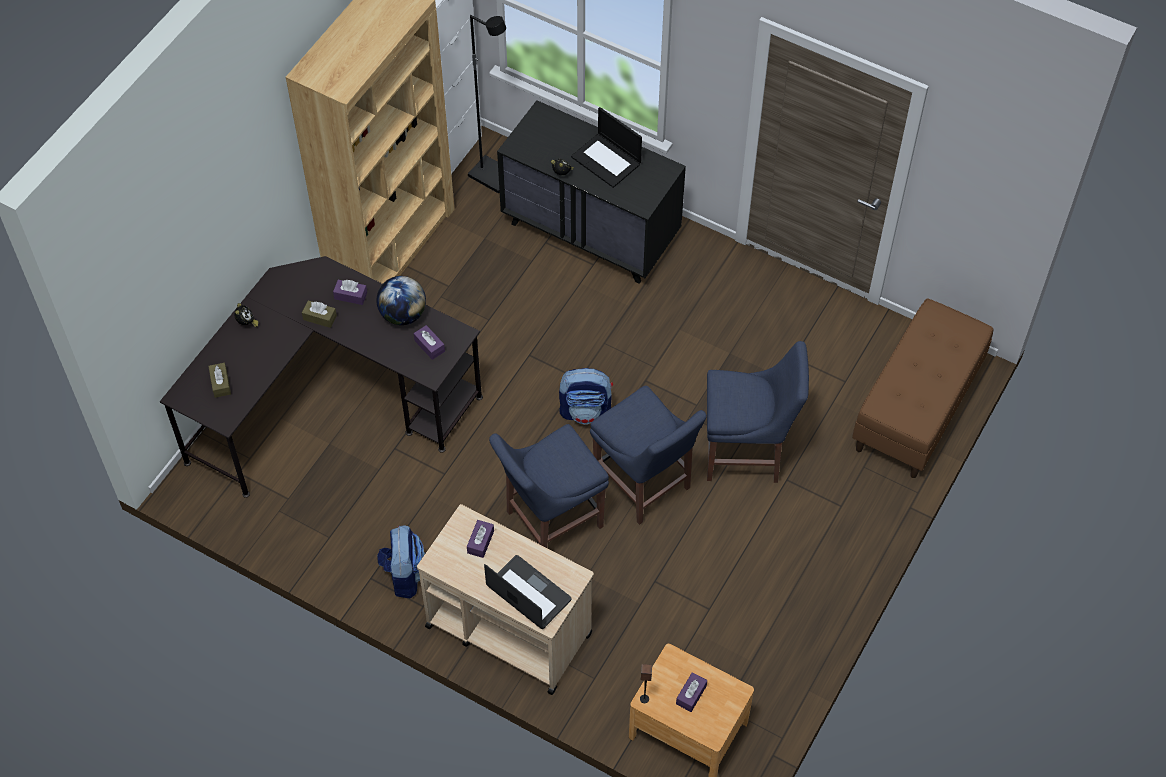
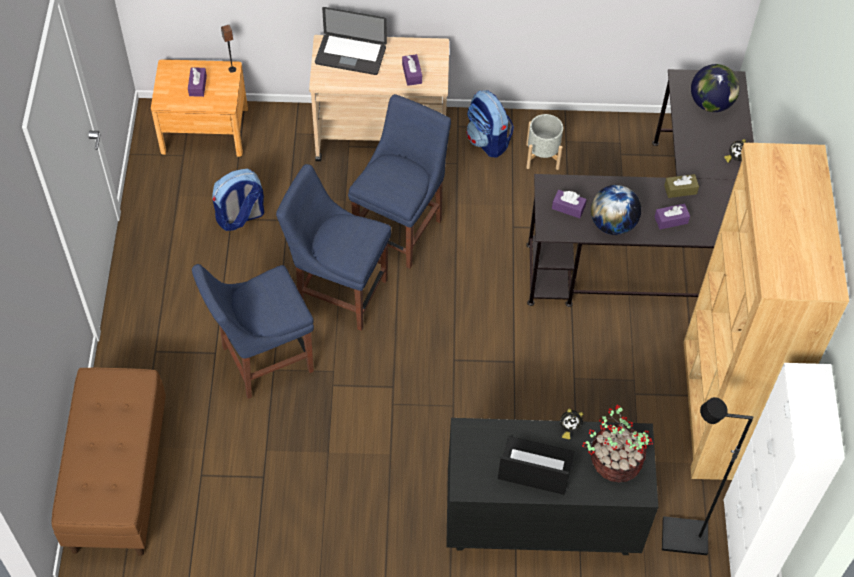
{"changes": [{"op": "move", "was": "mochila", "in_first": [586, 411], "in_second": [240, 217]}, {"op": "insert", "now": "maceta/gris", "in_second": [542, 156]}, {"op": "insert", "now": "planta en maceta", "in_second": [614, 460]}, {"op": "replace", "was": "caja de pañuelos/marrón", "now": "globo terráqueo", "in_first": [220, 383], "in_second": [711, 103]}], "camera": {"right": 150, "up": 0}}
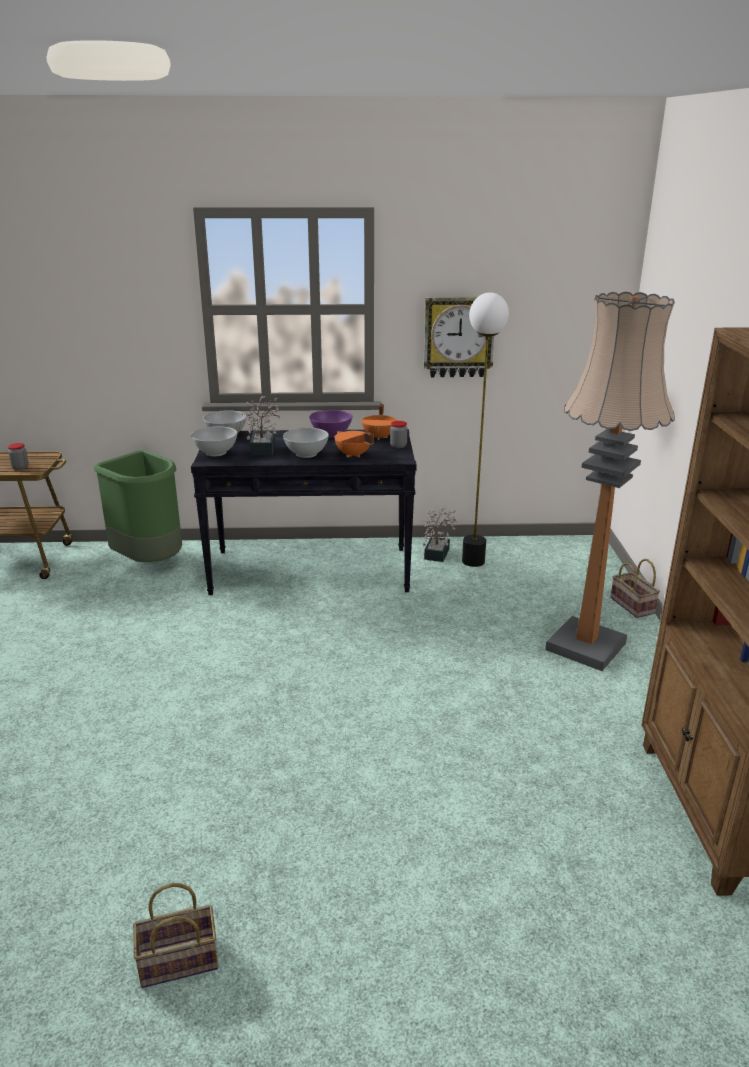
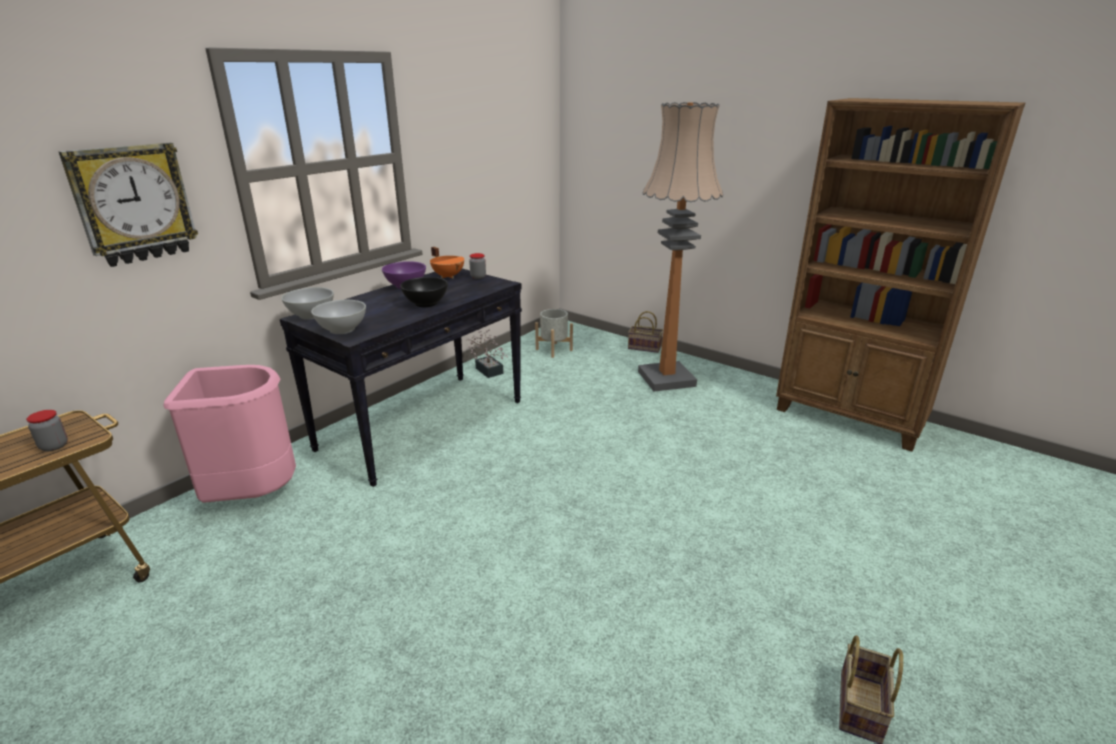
{"changes": [{"op": "move", "was": "reloj de pared", "in_first": [458, 337], "in_second": [133, 204]}, {"op": "recolor", "was": "papelera/verde", "now": "papelera/rosa", "in_first": [150, 561], "in_second": [252, 495]}, {"op": "recolor", "was": "cuenco/blanco", "now": "cuenco/negro", "in_first": [306, 454], "in_second": [426, 303]}, {"op": "insert", "now": "maceta/gris", "in_second": [553, 350]}, {"op": "delete", "was": "planta en maceta", "in_first": [264, 447]}, {"op": "delete", "was": "olla/naranja", "in_first": [353, 455]}, {"op": "delete", "was": "lámpara de pie", "in_first": [473, 561]}], "camera": {"right": -50, "up": 0}}
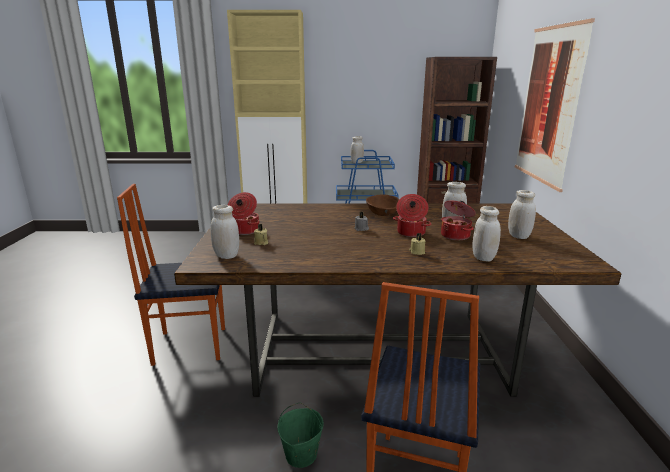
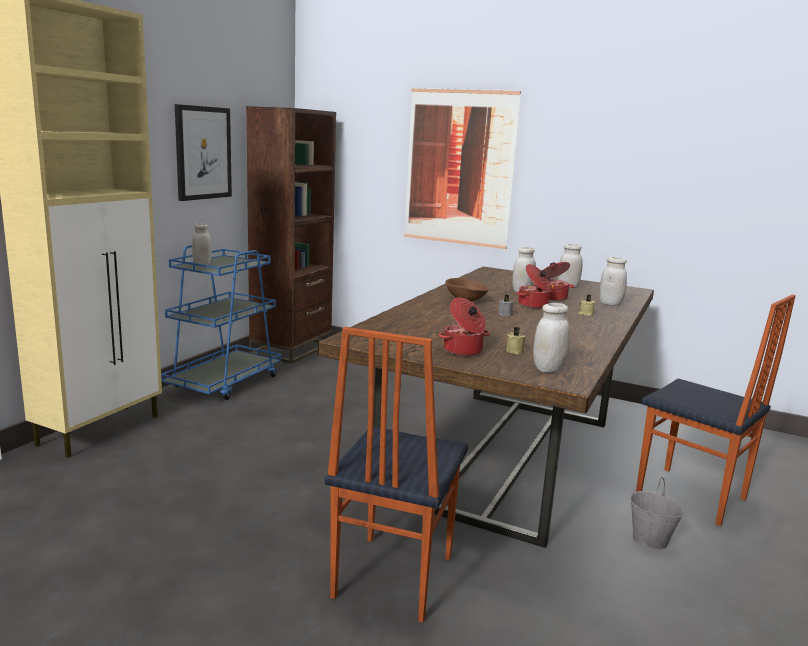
{"changes": [{"op": "insert", "now": "cuadro", "in_second": [203, 153]}, {"op": "recolor", "was": "cubo/verde", "now": "cubo/gris", "in_first": [301, 455], "in_second": [650, 540]}], "camera": {"right": -65, "up": -5}}
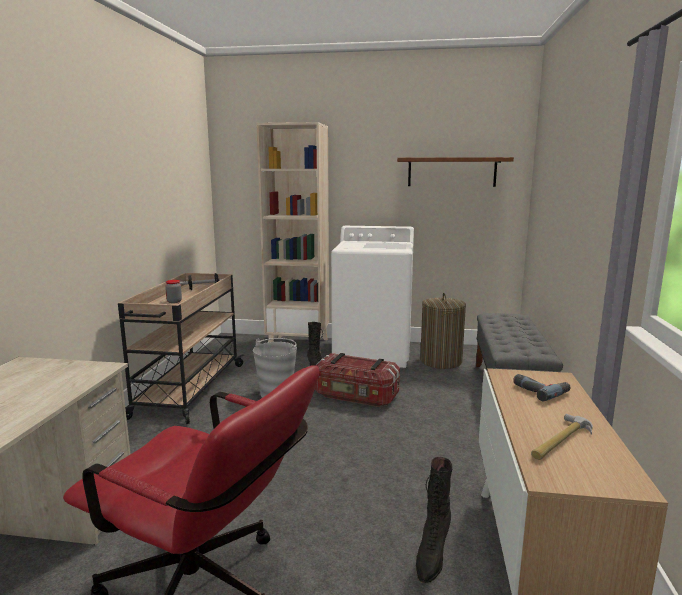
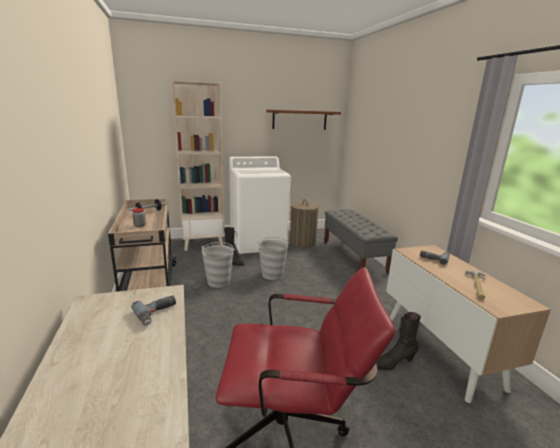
{"changes": [{"op": "insert", "now": "taladro", "in_second": [157, 313]}, {"op": "replace", "was": "caja de almacenaje", "now": "cubo/gris", "in_first": [356, 396], "in_second": [272, 274]}, {"op": "rotate", "was": "bota/negro", "in_first": [432, 555], "in_second": [393, 363], "clockwise": 75}], "camera": {"right": -25, "up": 5}}
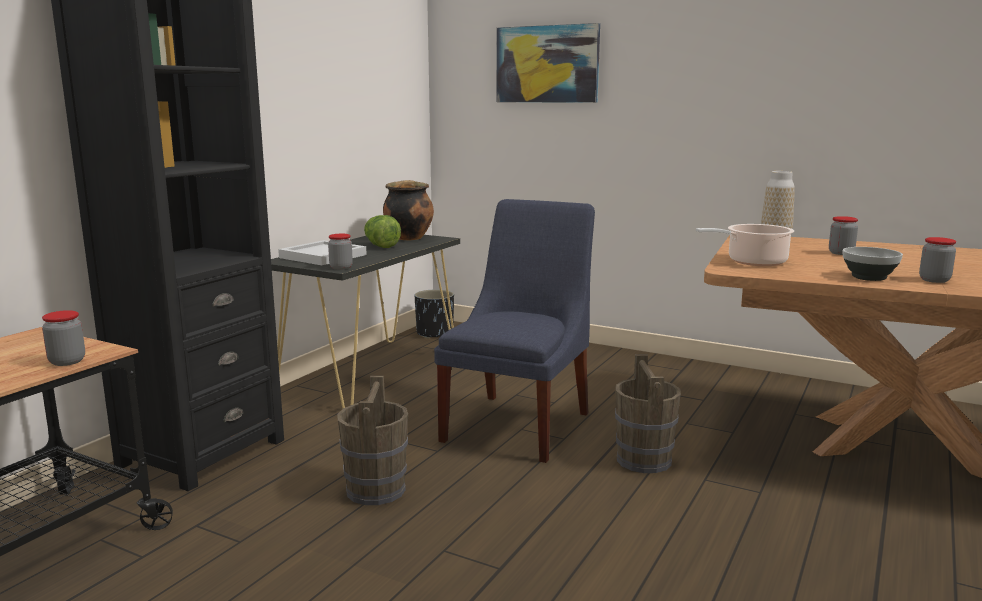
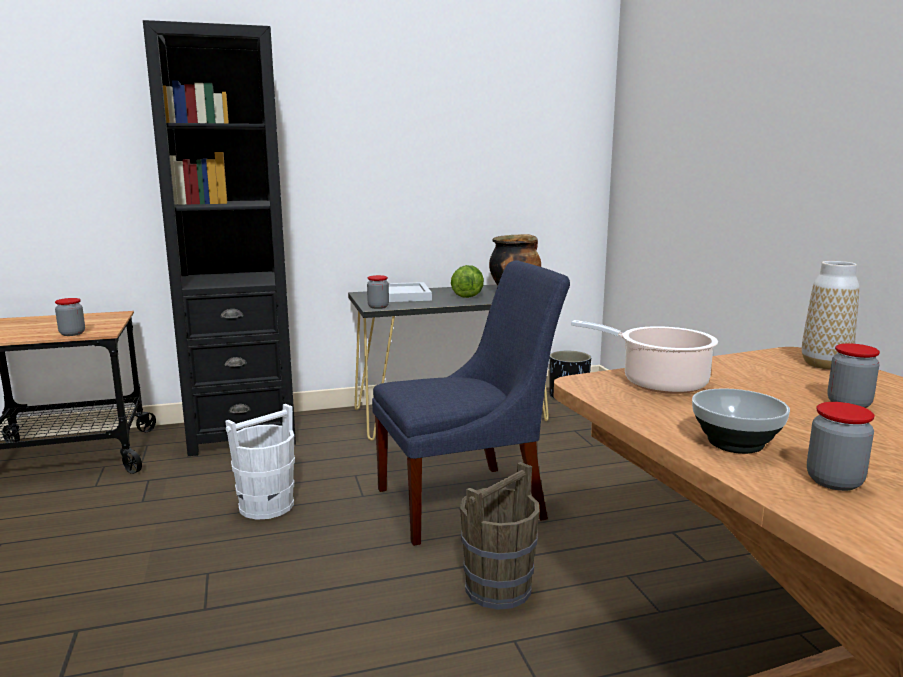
{"changes": [{"op": "recolor", "was": "cubo/marrón", "now": "cubo/blanco", "in_first": [375, 490], "in_second": [265, 506]}, {"op": "delete", "was": "cuadro", "in_first": [547, 64]}], "camera": {"right": 45, "up": 0}}
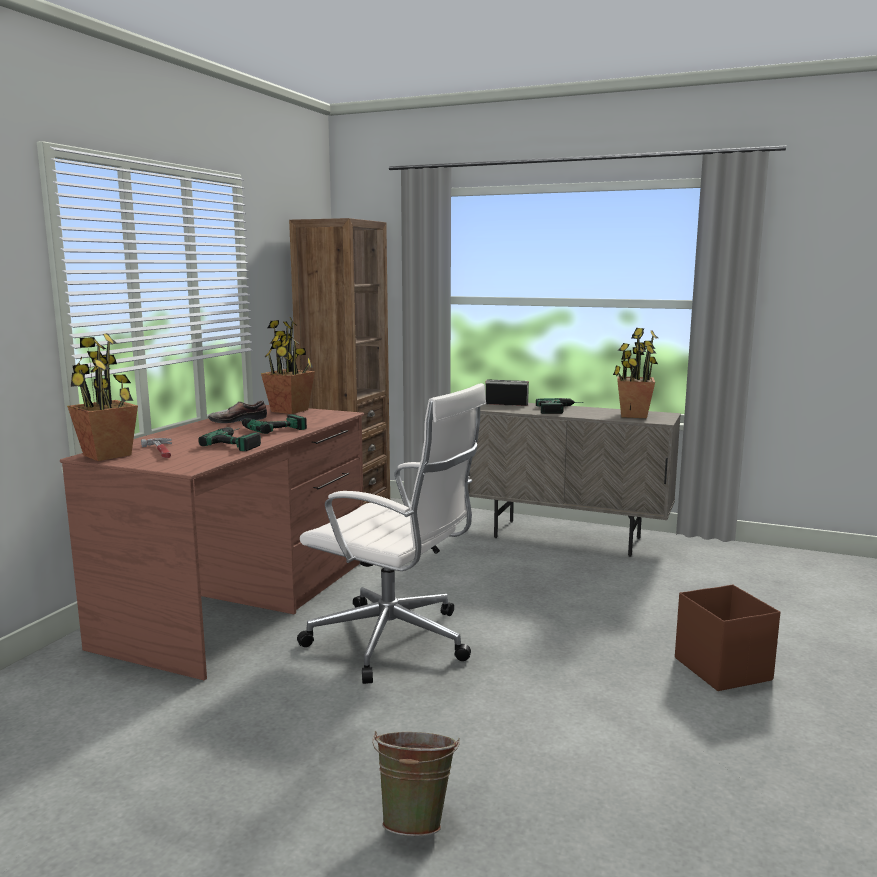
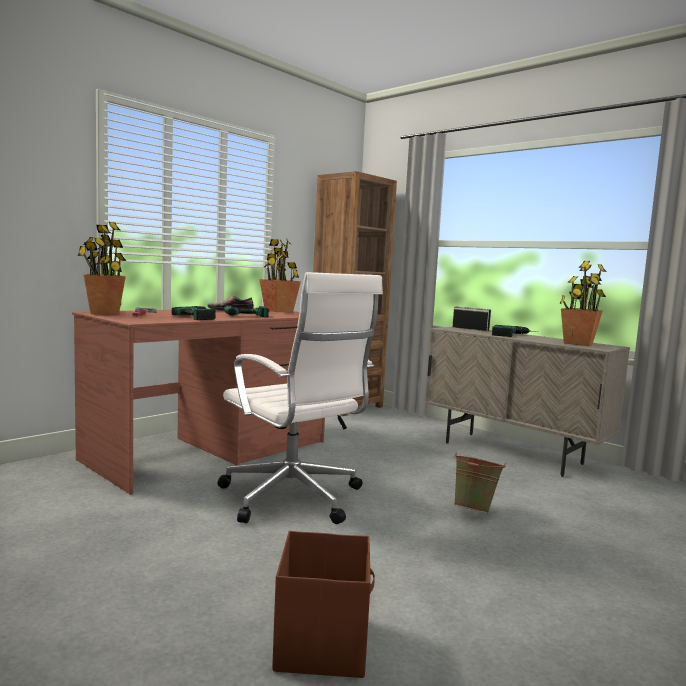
{"changes": [{"op": "move", "was": "caja de almacenaje/marrón", "in_first": [722, 668], "in_second": [322, 643]}, {"op": "move", "was": "cubo/verde", "in_first": [416, 820], "in_second": [474, 510]}], "camera": {"right": 20, "up": -5}}
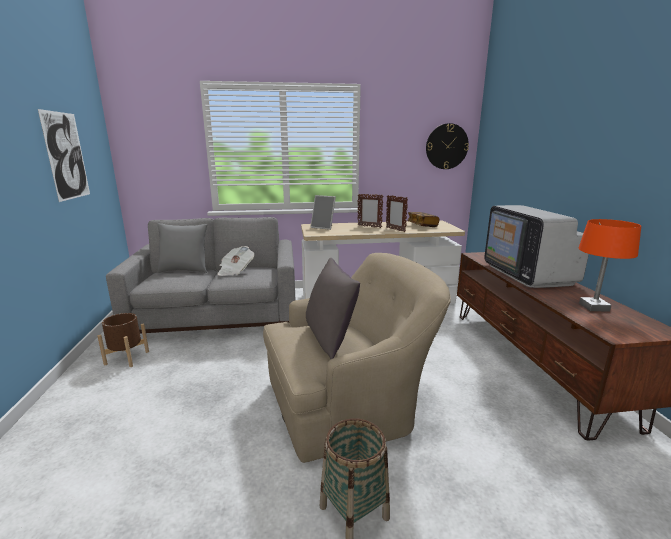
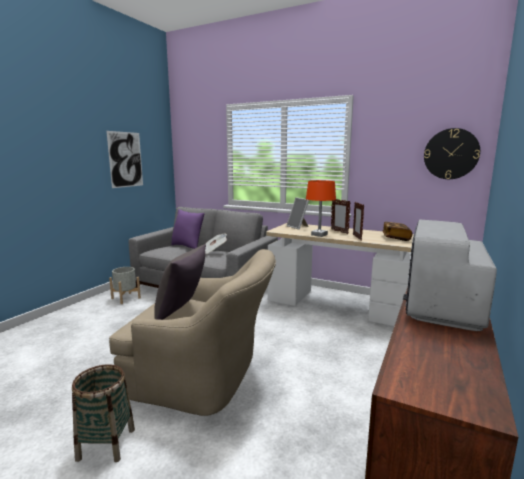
{"changes": [{"op": "recolor", "was": "maceta/marrón", "now": "maceta/gris", "in_first": [127, 358], "in_second": [125, 298]}, {"op": "recolor", "was": "cojín/gris", "now": "cojín/morado", "in_first": [185, 270], "in_second": [188, 246]}, {"op": "move", "was": "lámpara de mesa/naranja", "in_first": [593, 307], "in_second": [319, 235]}], "camera": {"right": 35, "up": -5}}
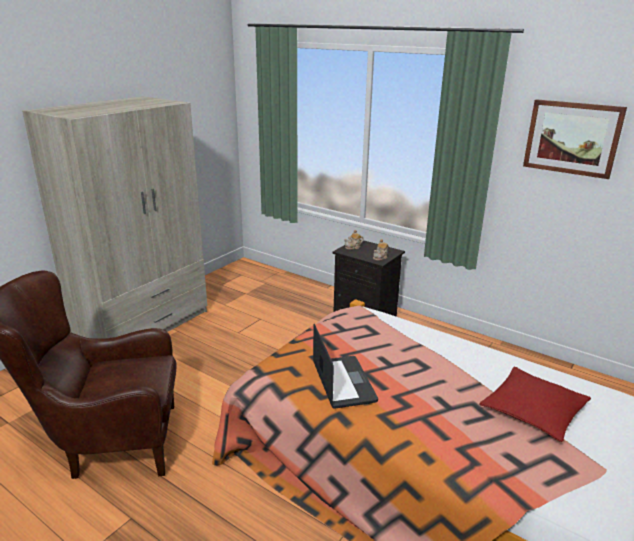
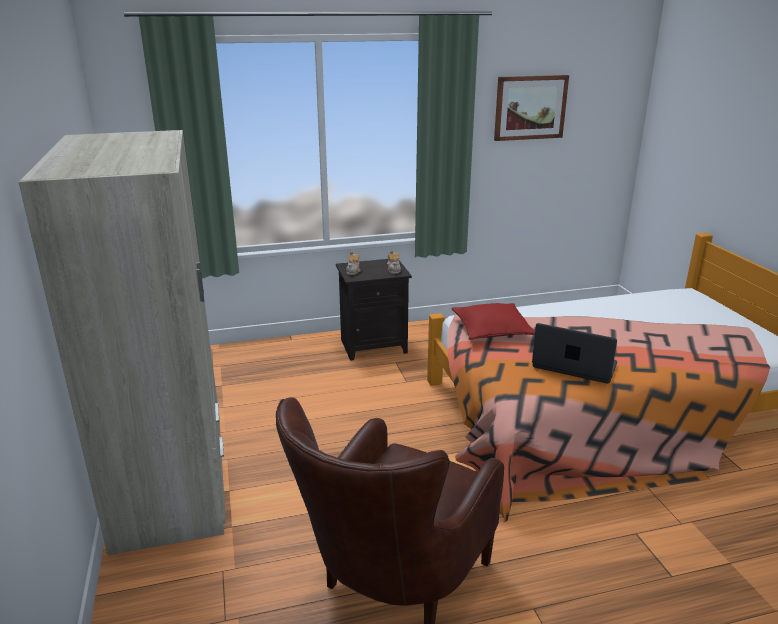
{"changes": [{"op": "move", "was": "cojín/rojo", "in_first": [533, 411], "in_second": [492, 330]}], "camera": {"right": -50, "up": 0}}
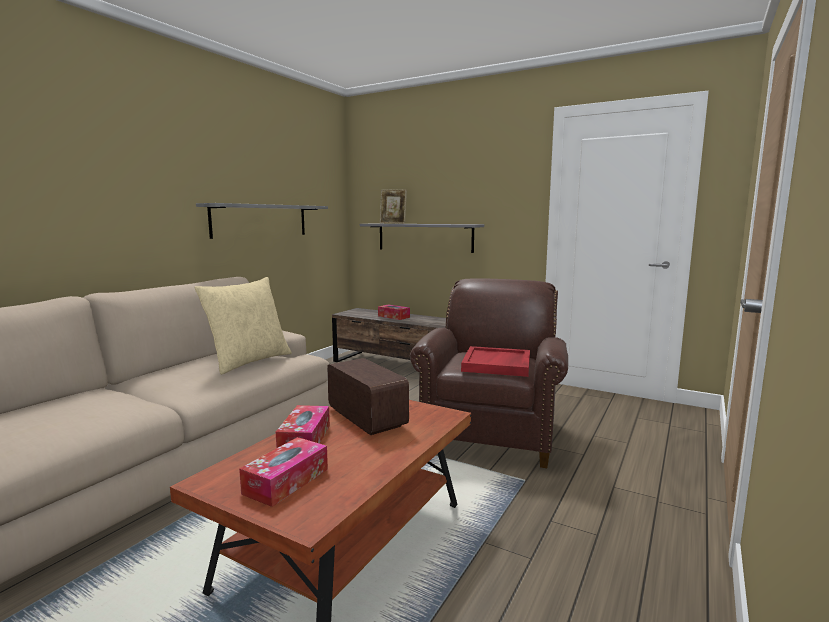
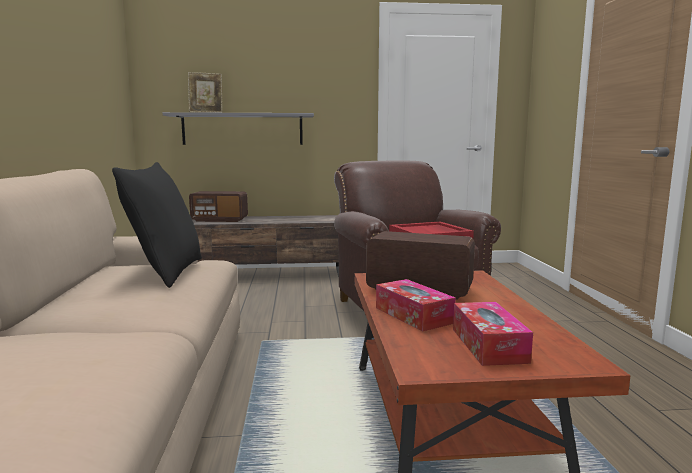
{"changes": [{"op": "recolor", "was": "cojín/beis", "now": "cojín/negro", "in_first": [248, 361], "in_second": [166, 272]}, {"op": "replace", "was": "caja de pañuelos", "now": "radio", "in_first": [394, 316], "in_second": [219, 220]}, {"op": "delete", "was": "estante/gris", "in_first": [260, 220]}], "camera": {"right": -35, "up": 0}}
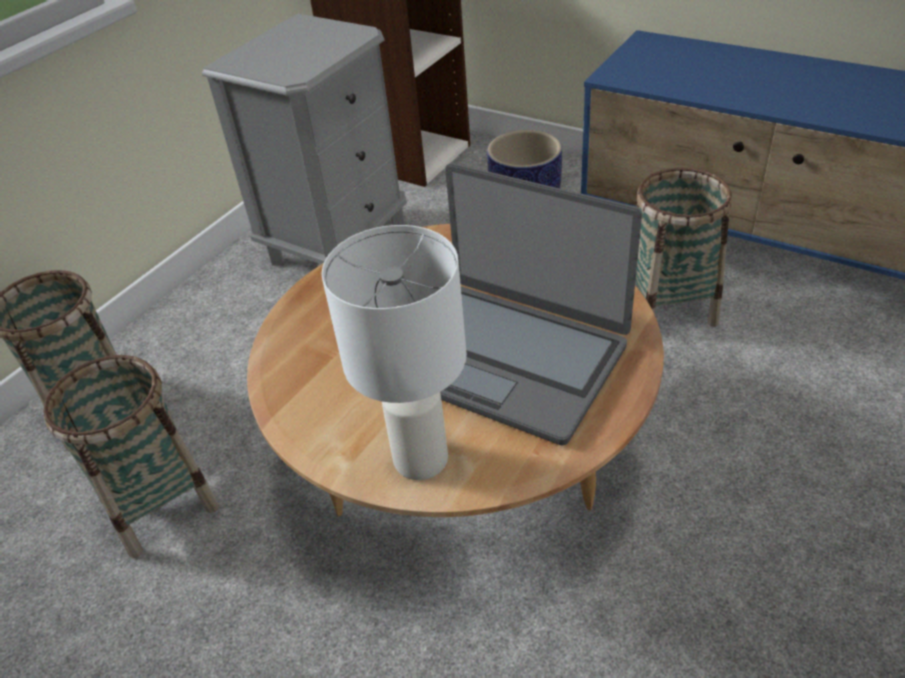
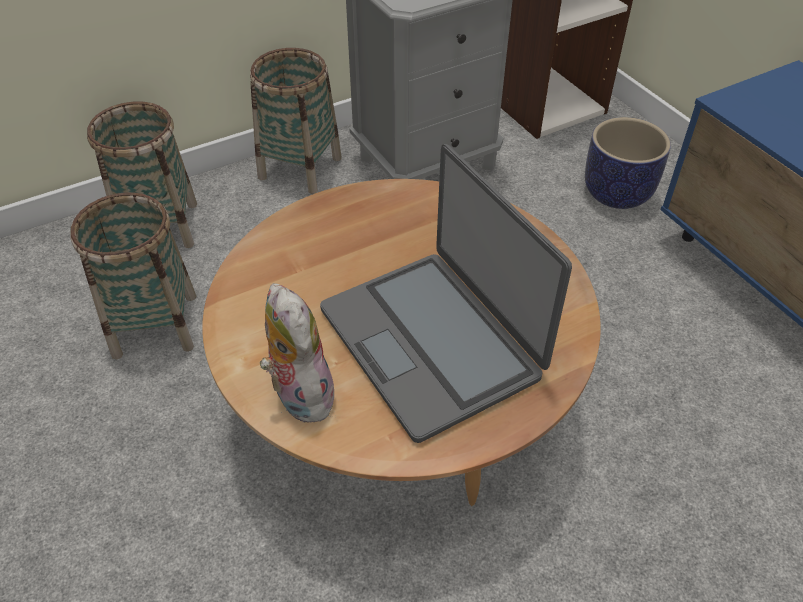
{"changes": [{"op": "move", "was": "cesta", "in_first": [669, 306], "in_second": [300, 168]}, {"op": "replace", "was": "lámpara de mesa/blanco", "now": "peluche", "in_first": [422, 458], "in_second": [299, 394]}], "camera": {"right": 25, "up": 5}}
